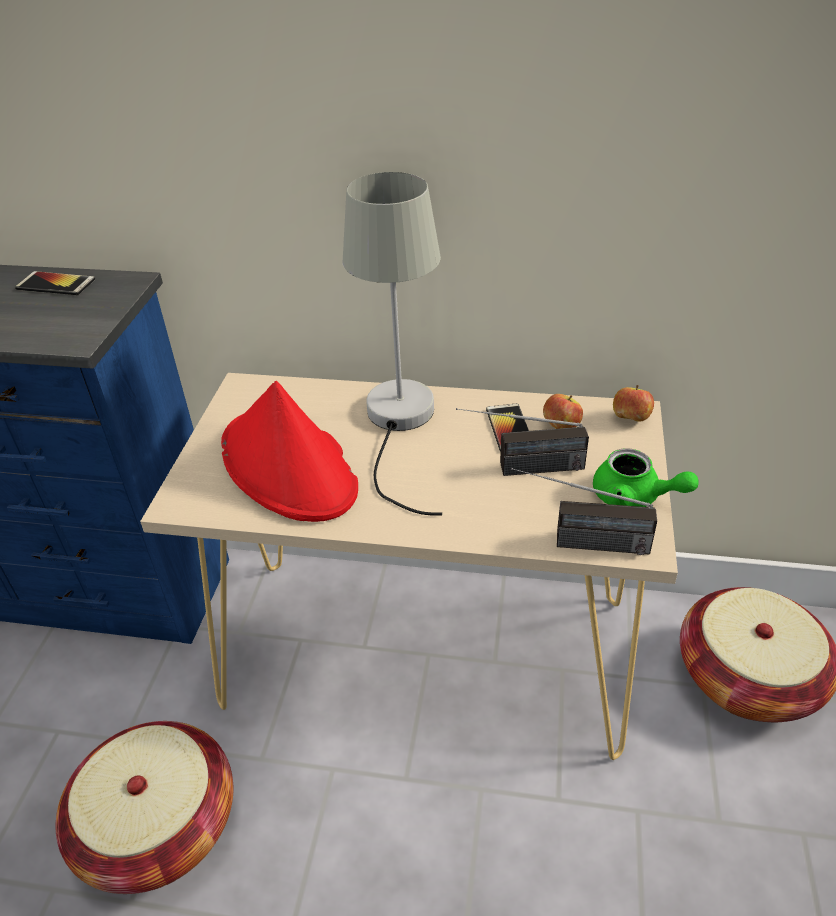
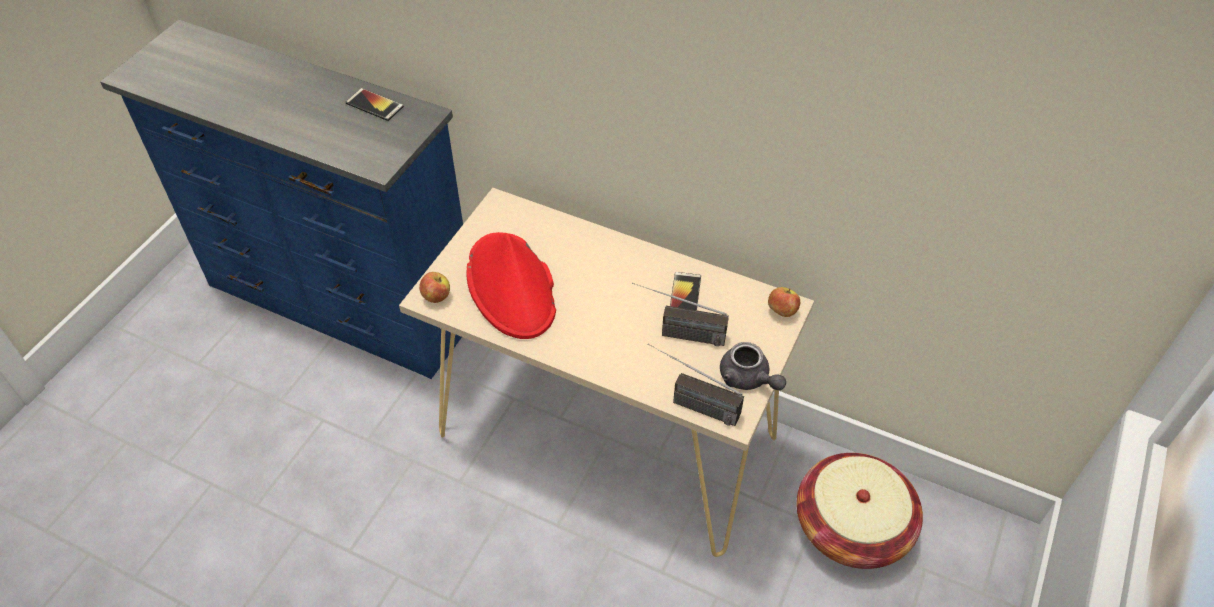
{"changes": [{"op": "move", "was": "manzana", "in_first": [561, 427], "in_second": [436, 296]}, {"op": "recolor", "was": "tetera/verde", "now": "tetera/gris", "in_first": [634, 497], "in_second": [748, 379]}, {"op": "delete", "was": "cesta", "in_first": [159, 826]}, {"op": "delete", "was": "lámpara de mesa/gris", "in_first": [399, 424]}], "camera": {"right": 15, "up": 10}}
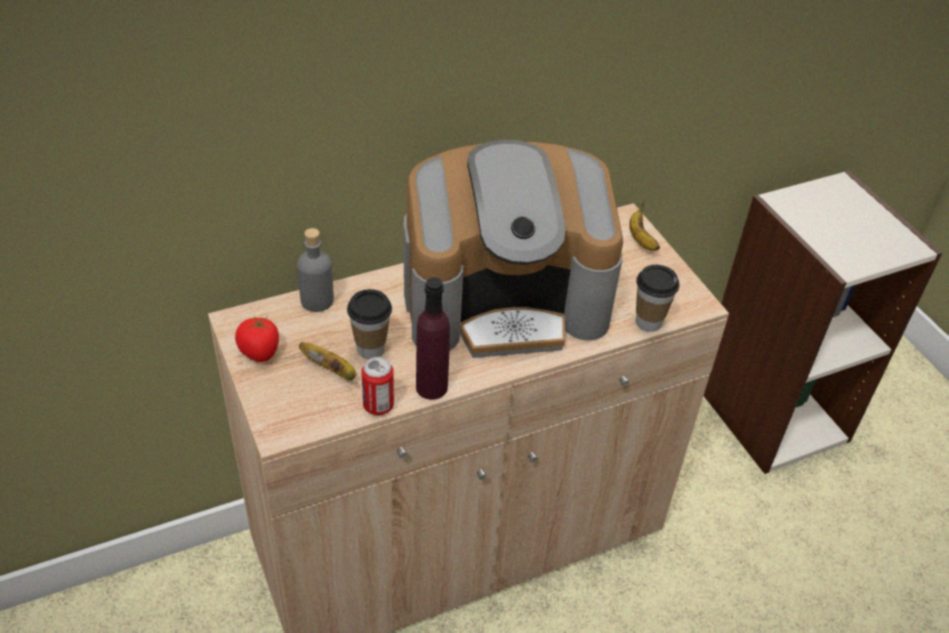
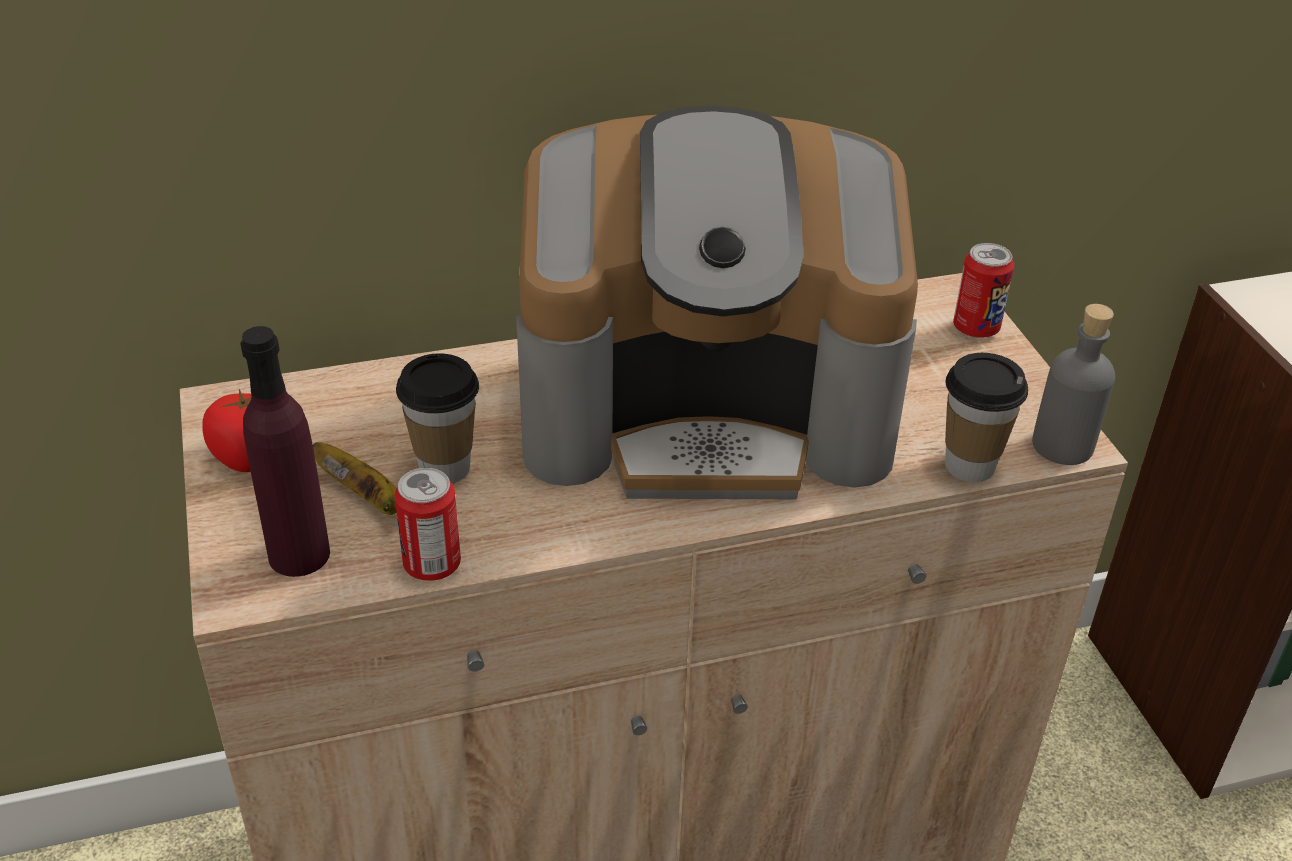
{"changes": [{"op": "move", "was": "botella/morado", "in_first": [431, 387], "in_second": [299, 555]}, {"op": "replace", "was": "plátano", "now": "lata", "in_first": [641, 239], "in_second": [976, 328]}, {"op": "move", "was": "botella/gris", "in_first": [317, 300], "in_second": [1062, 445]}], "camera": {"right": 10, "up": -5}}
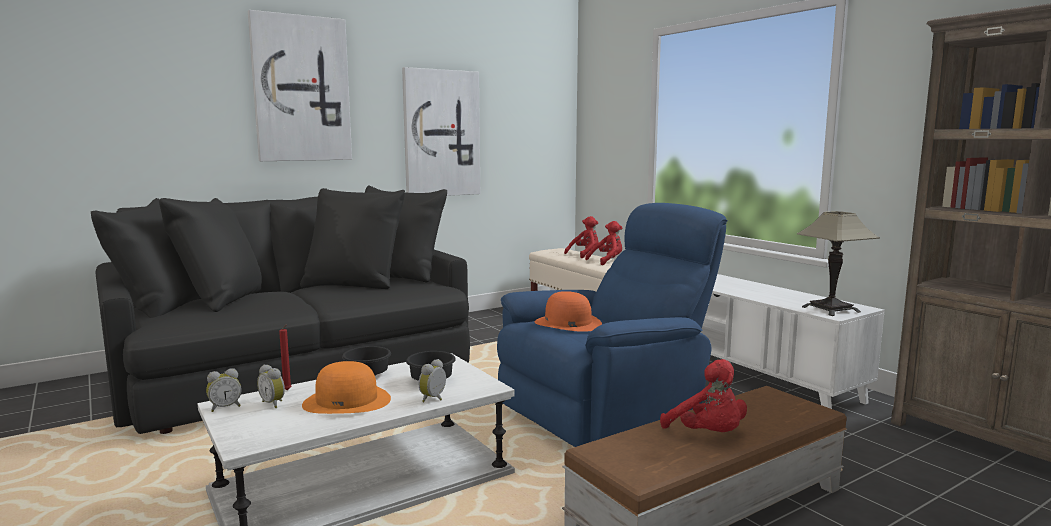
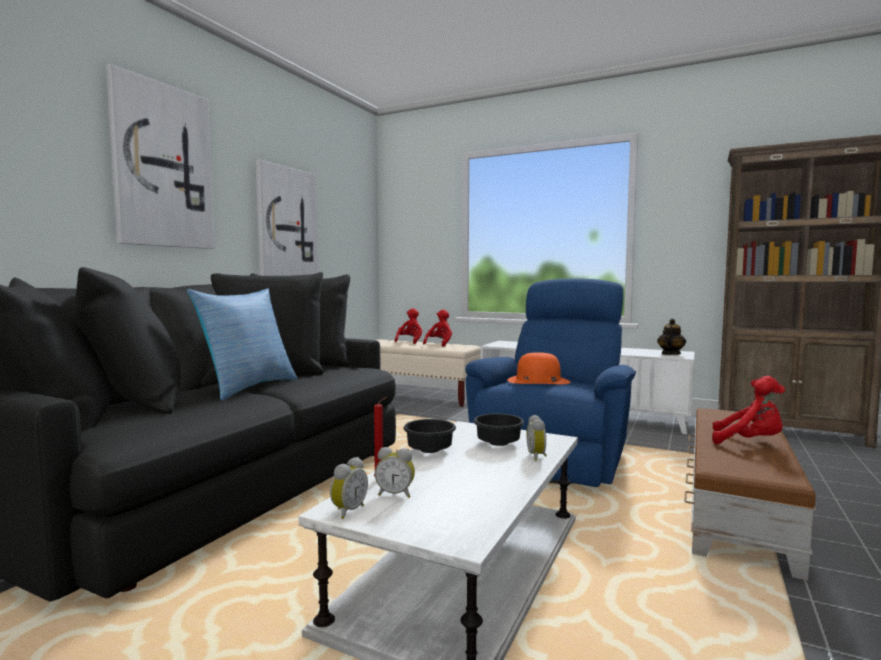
{"changes": [{"op": "insert", "now": "cojín", "in_second": [247, 387]}, {"op": "replace", "was": "lámpara de mesa", "now": "tetera", "in_first": [830, 309], "in_second": [670, 354]}, {"op": "delete", "was": "sombrero/naranja", "in_first": [347, 401]}], "camera": {"right": -30, "up": -5}}
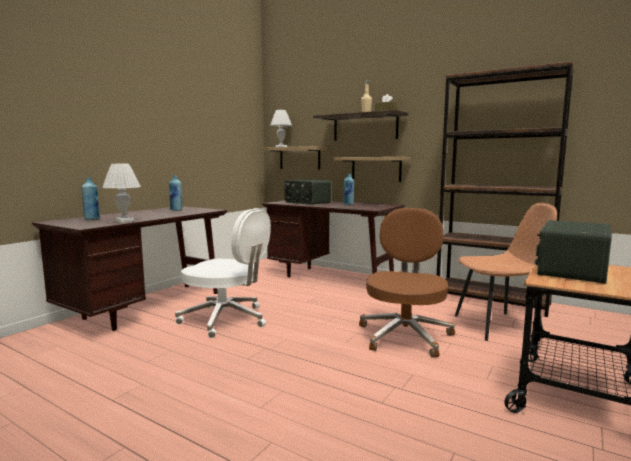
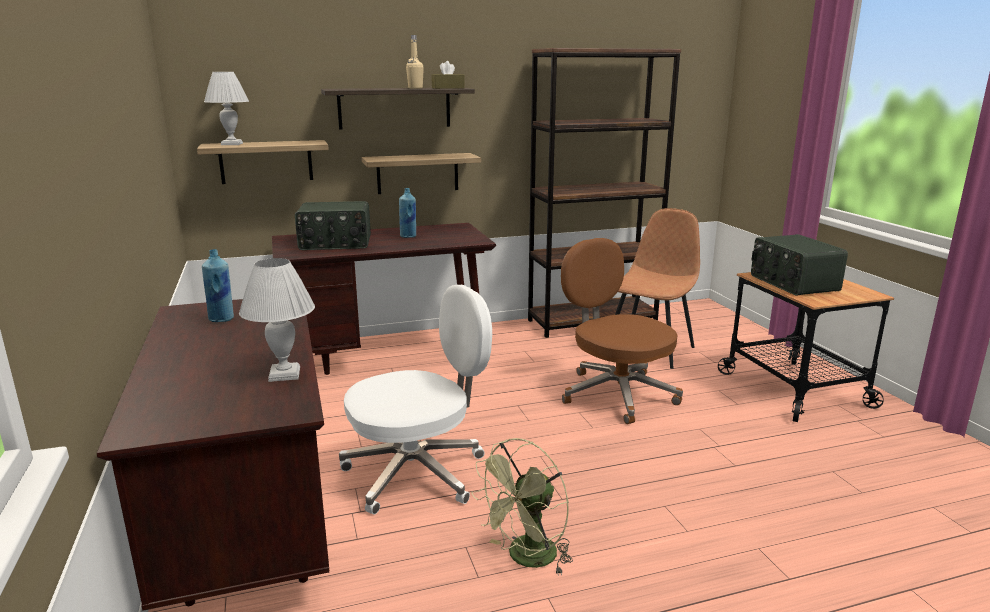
{"changes": [{"op": "insert", "now": "ventilador/verde", "in_second": [526, 559]}, {"op": "delete", "was": "botella/azul", "in_first": [92, 219]}], "camera": {"right": -50, "up": 10}}
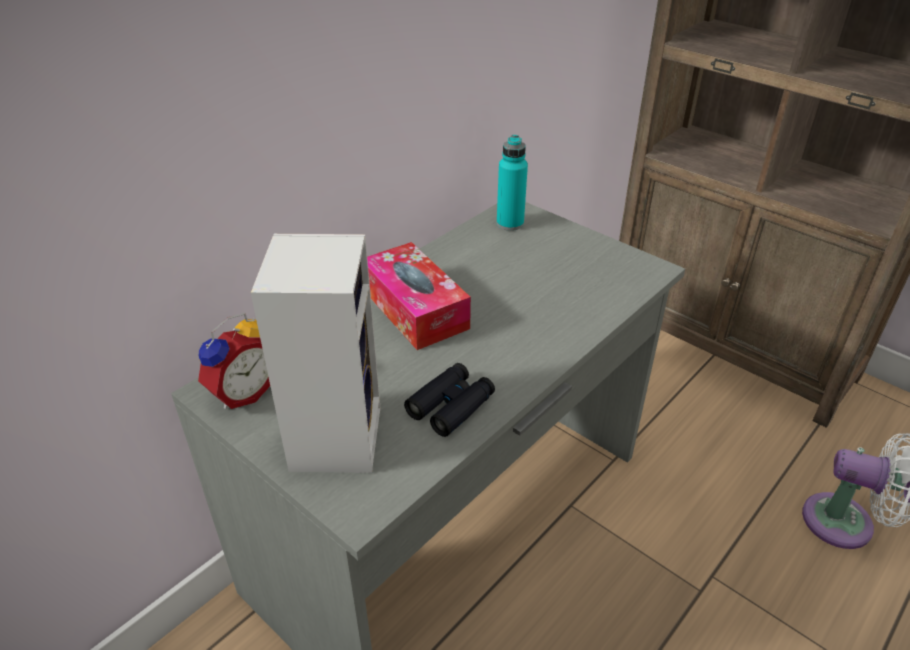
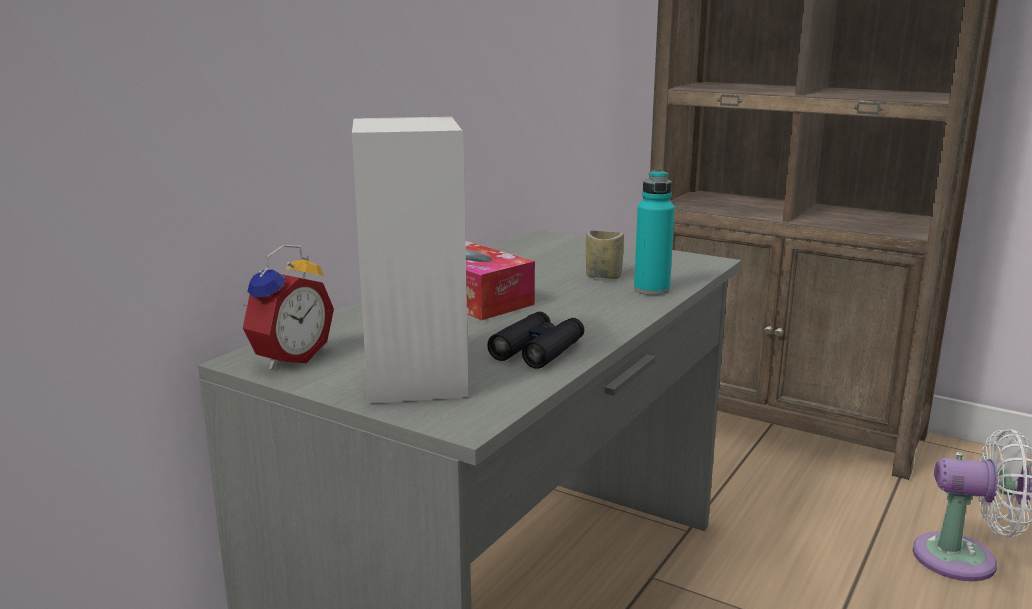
{"changes": [{"op": "insert", "now": "taza", "in_second": [603, 276]}, {"op": "move", "was": "botella/turquesa", "in_first": [510, 223], "in_second": [651, 290]}], "camera": {"right": -10, "up": -20}}
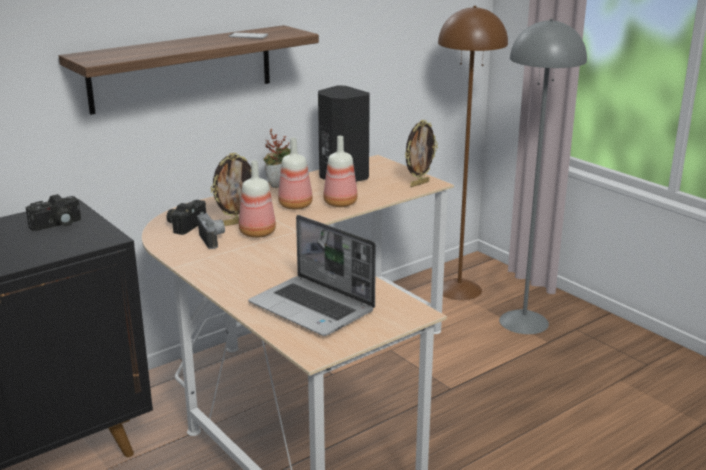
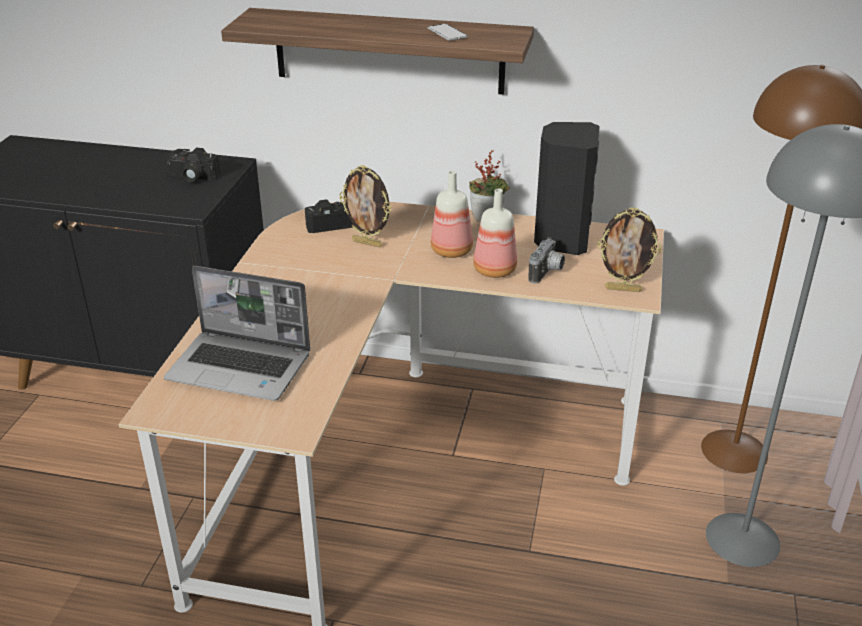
{"changes": [{"op": "rotate", "was": "portátil", "in_first": [313, 308], "in_second": [241, 367], "clockwise": -75}, {"op": "move", "was": "cámara", "in_first": [213, 240], "in_second": [547, 273]}, {"op": "delete", "was": "botella", "in_first": [256, 233]}], "camera": {"right": 50, "up": 10}}
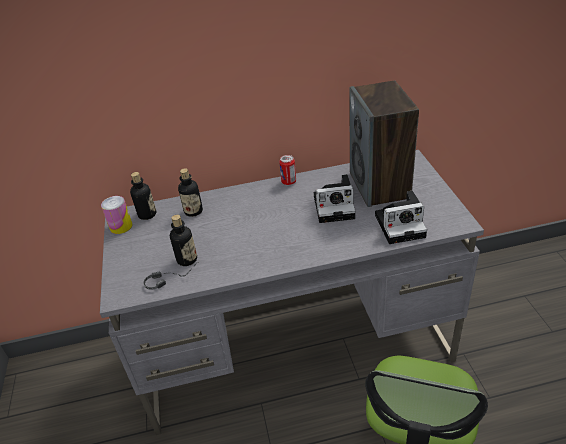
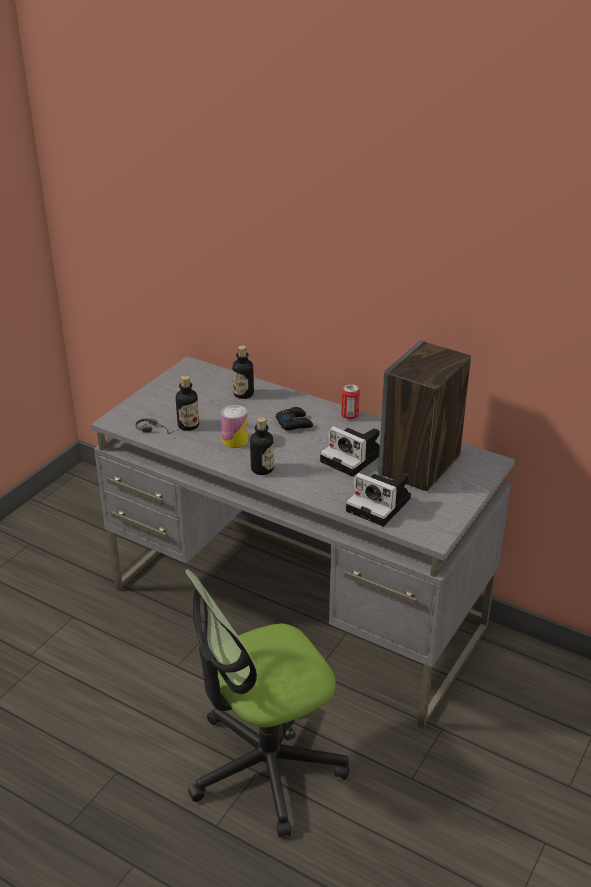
{"changes": [{"op": "move", "was": "lata", "in_first": [121, 226], "in_second": [235, 440]}, {"op": "move", "was": "botella", "in_first": [147, 214], "in_second": [262, 469]}, {"op": "insert", "now": "mando de consola/negro", "in_second": [294, 423]}], "camera": {"right": 40, "up": -5}}
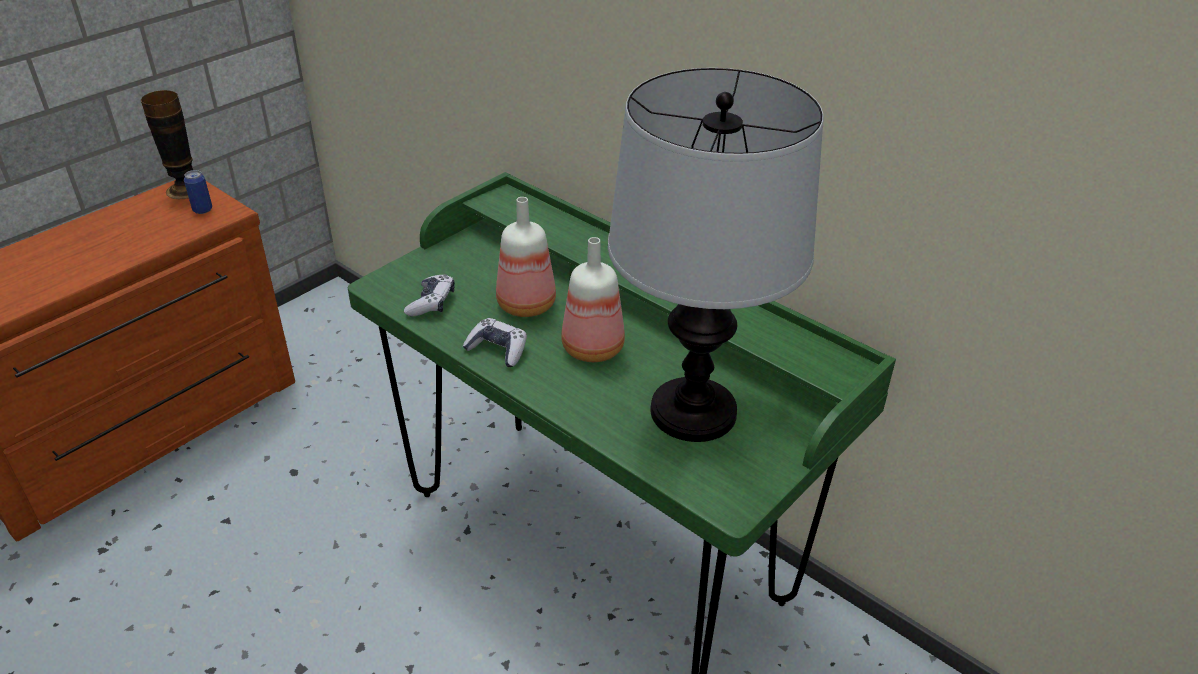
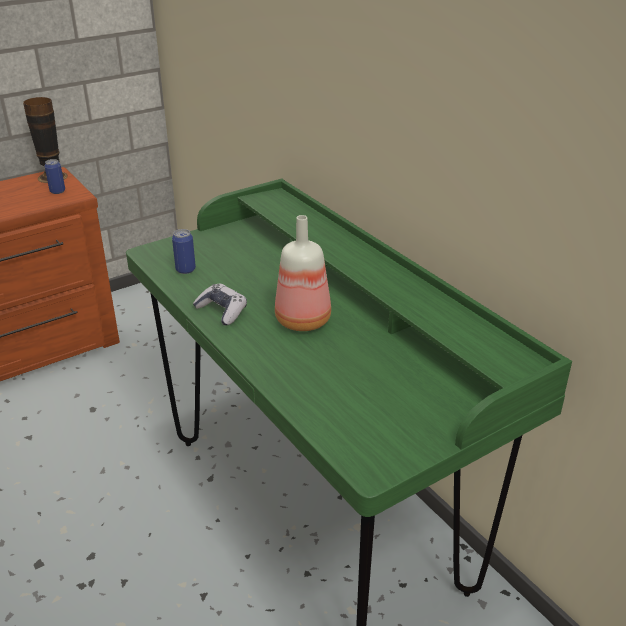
{"changes": [{"op": "replace", "was": "mando de consola", "now": "lata", "in_first": [431, 303], "in_second": [185, 269]}, {"op": "delete", "was": "botella", "in_first": [525, 304]}, {"op": "delete", "was": "lámpara de mesa", "in_first": [694, 411]}], "camera": {"right": 15, "up": -5}}
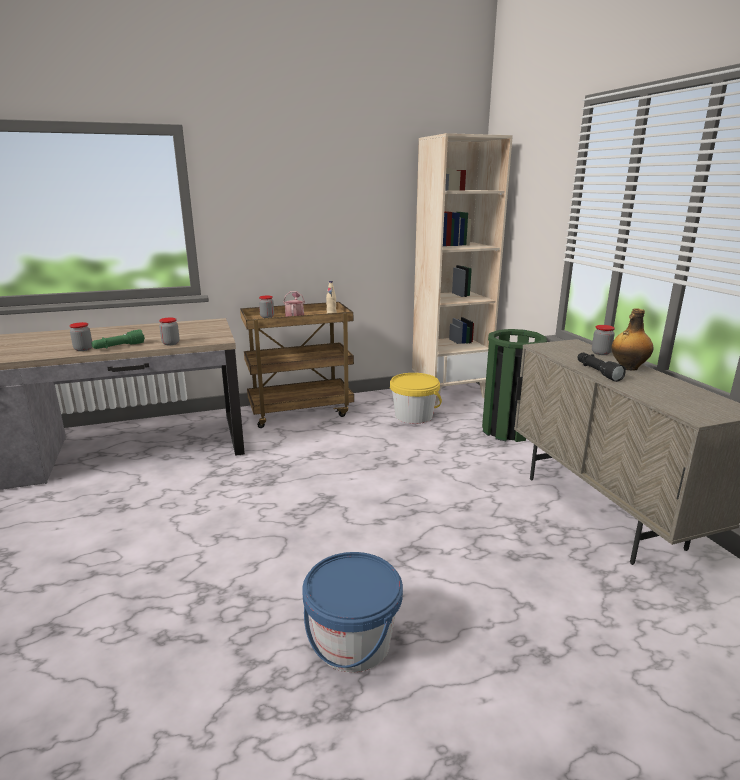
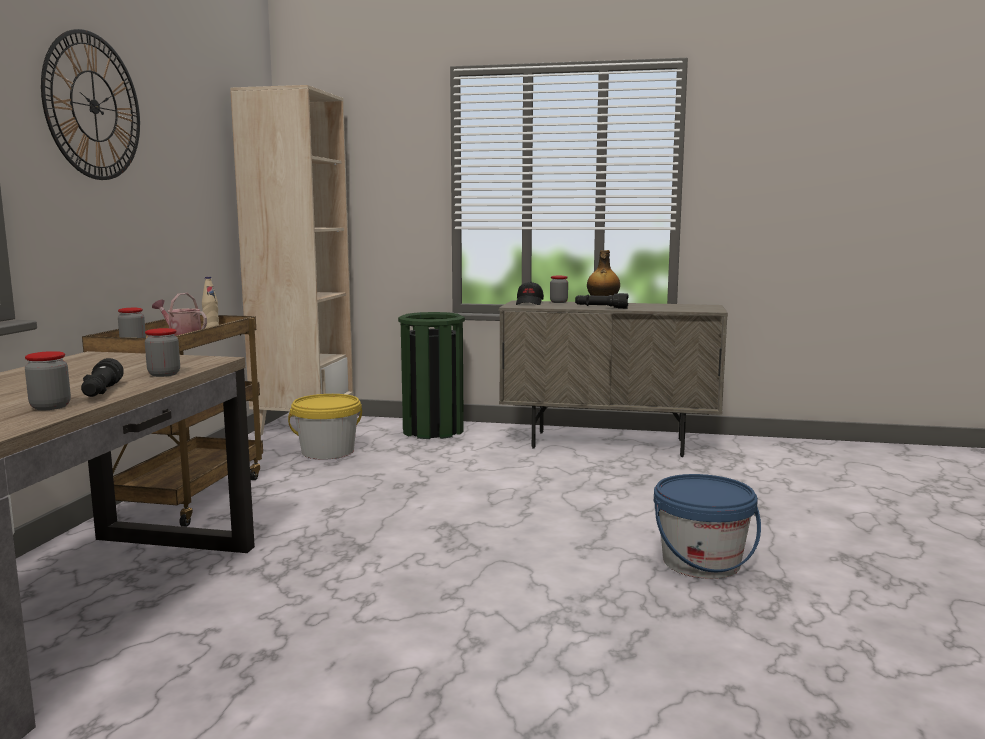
{"changes": [{"op": "insert", "now": "reloj de pared", "in_second": [94, 106]}, {"op": "recolor", "was": "linterna/verde", "now": "linterna/negro", "in_first": [119, 347], "in_second": [101, 392]}, {"op": "insert", "now": "gorra/negro", "in_second": [529, 303]}], "camera": {"right": -60, "up": -10}}
